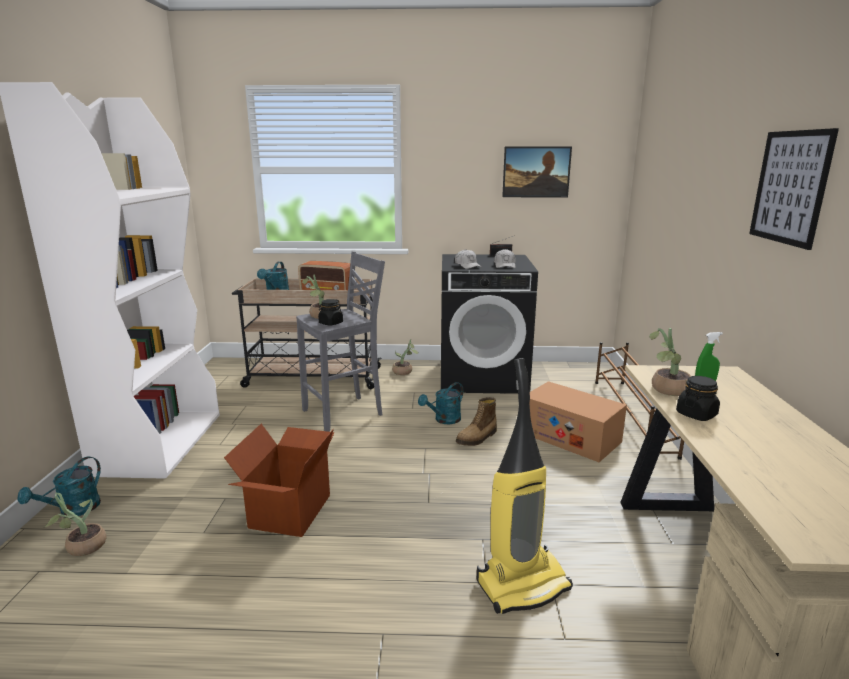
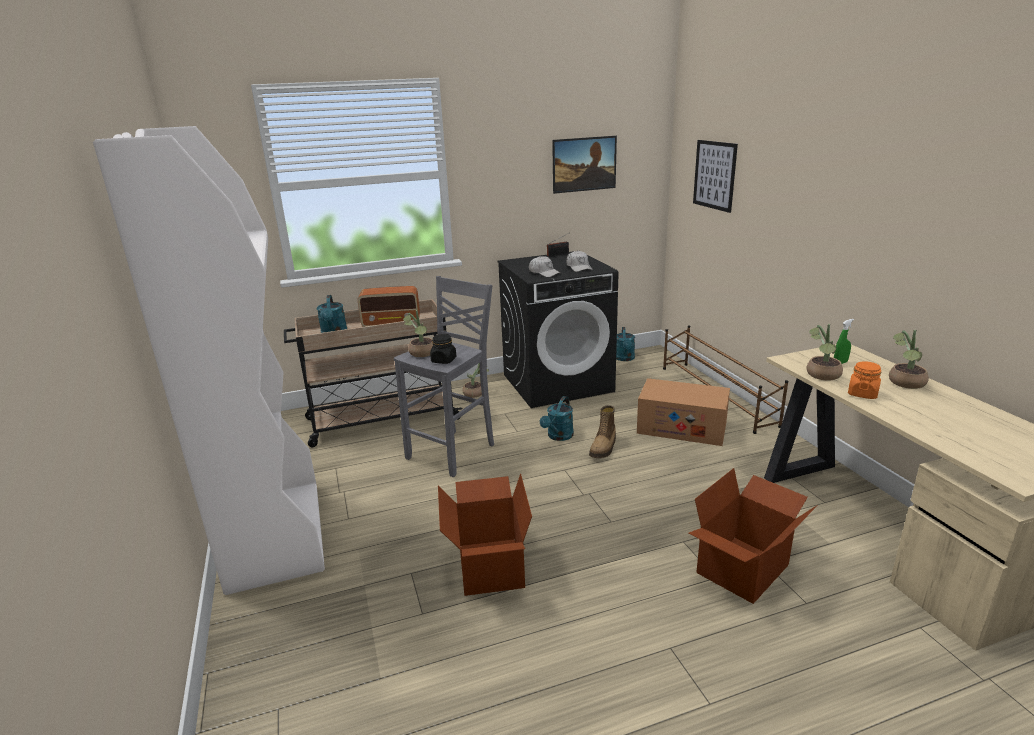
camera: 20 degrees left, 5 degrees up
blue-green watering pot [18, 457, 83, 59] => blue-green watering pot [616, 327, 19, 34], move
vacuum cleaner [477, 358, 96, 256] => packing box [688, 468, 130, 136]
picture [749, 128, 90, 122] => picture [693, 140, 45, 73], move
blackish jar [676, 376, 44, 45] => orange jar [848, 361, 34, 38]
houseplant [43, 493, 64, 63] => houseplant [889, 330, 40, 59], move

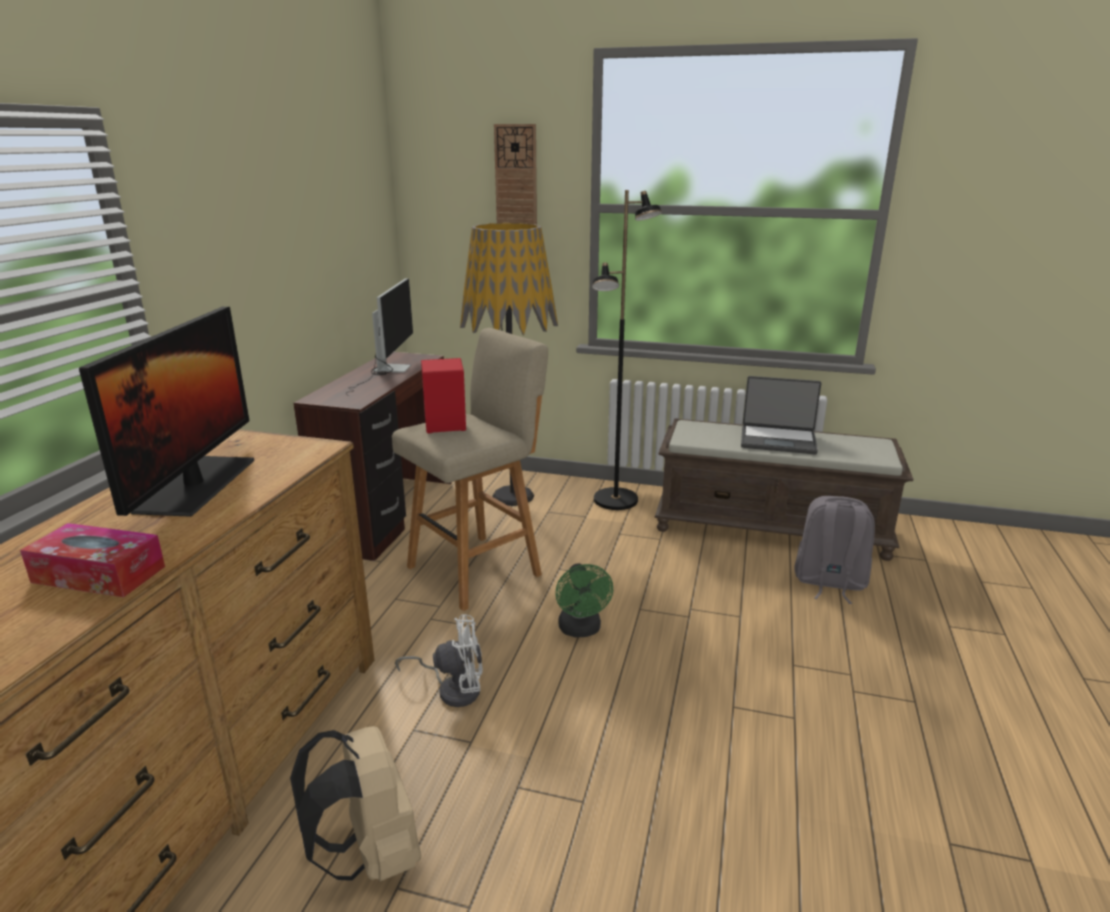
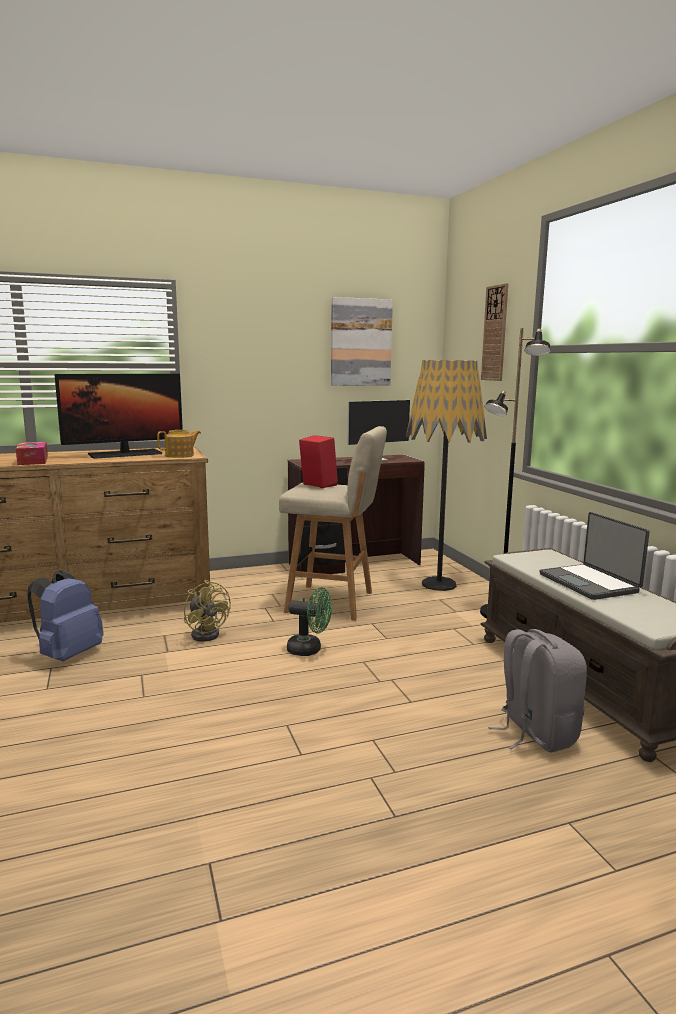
camera: 55 degrees right, 10 degrees down
beige-coloured backpack [290, 726, 131, 155] => blue-coloured backpack [27, 571, 77, 90]
nothing => pot for tea [157, 430, 44, 28]
whitish fan [395, 614, 88, 93] => yellowish fan [184, 580, 47, 62]
greenish fan [555, 563, 58, 74] => greenish fan [287, 587, 45, 69], 120 degrees counterclockwise
nothing => picture [331, 297, 62, 89]

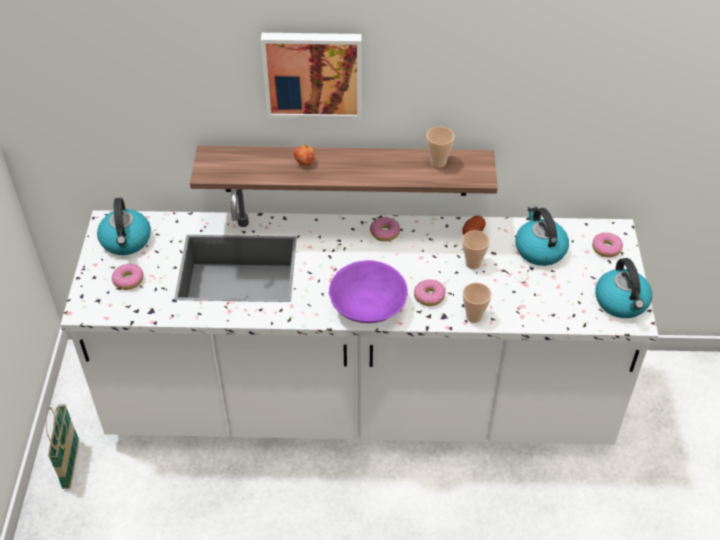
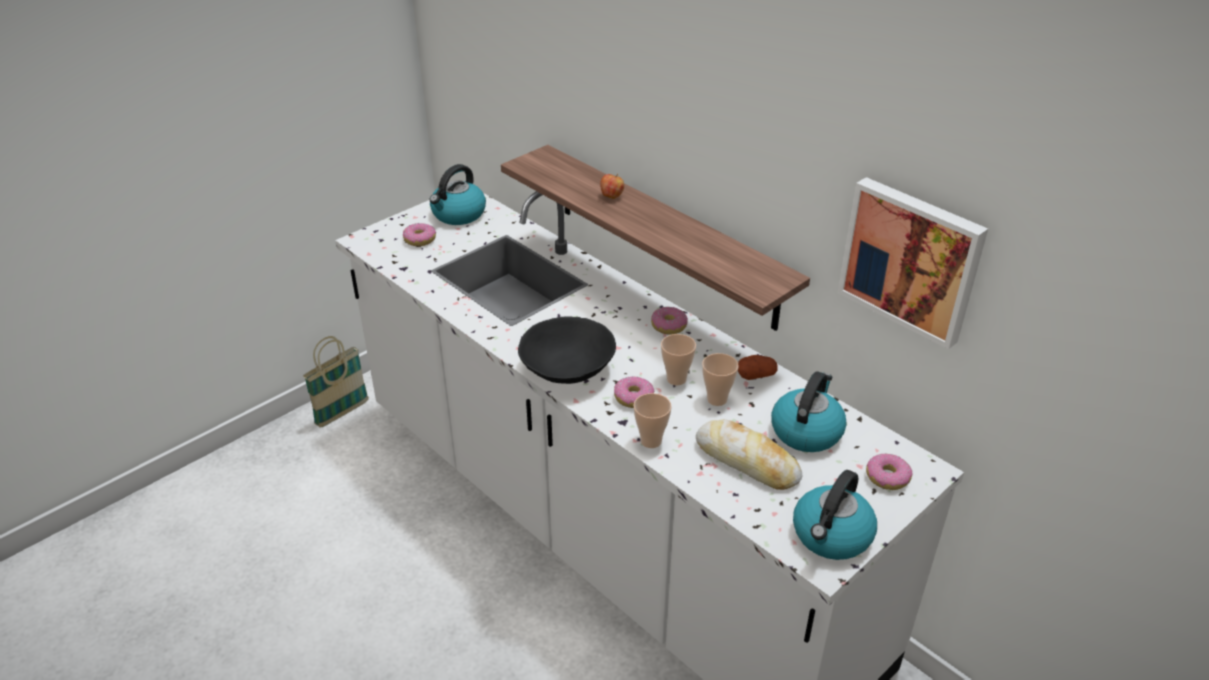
camera: 45 degrees right, 10 degrees down
purplish deep dish [329, 260, 79, 63] => blackish deep dish [518, 316, 98, 68]
drinking cup [426, 126, 29, 42] => drinking cup [661, 334, 35, 51], move
nothing => baked bread [696, 419, 106, 71]
picture [261, 33, 101, 86] => picture [838, 177, 150, 172], move

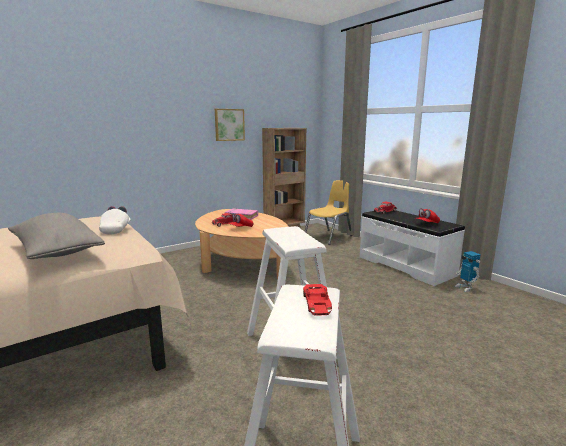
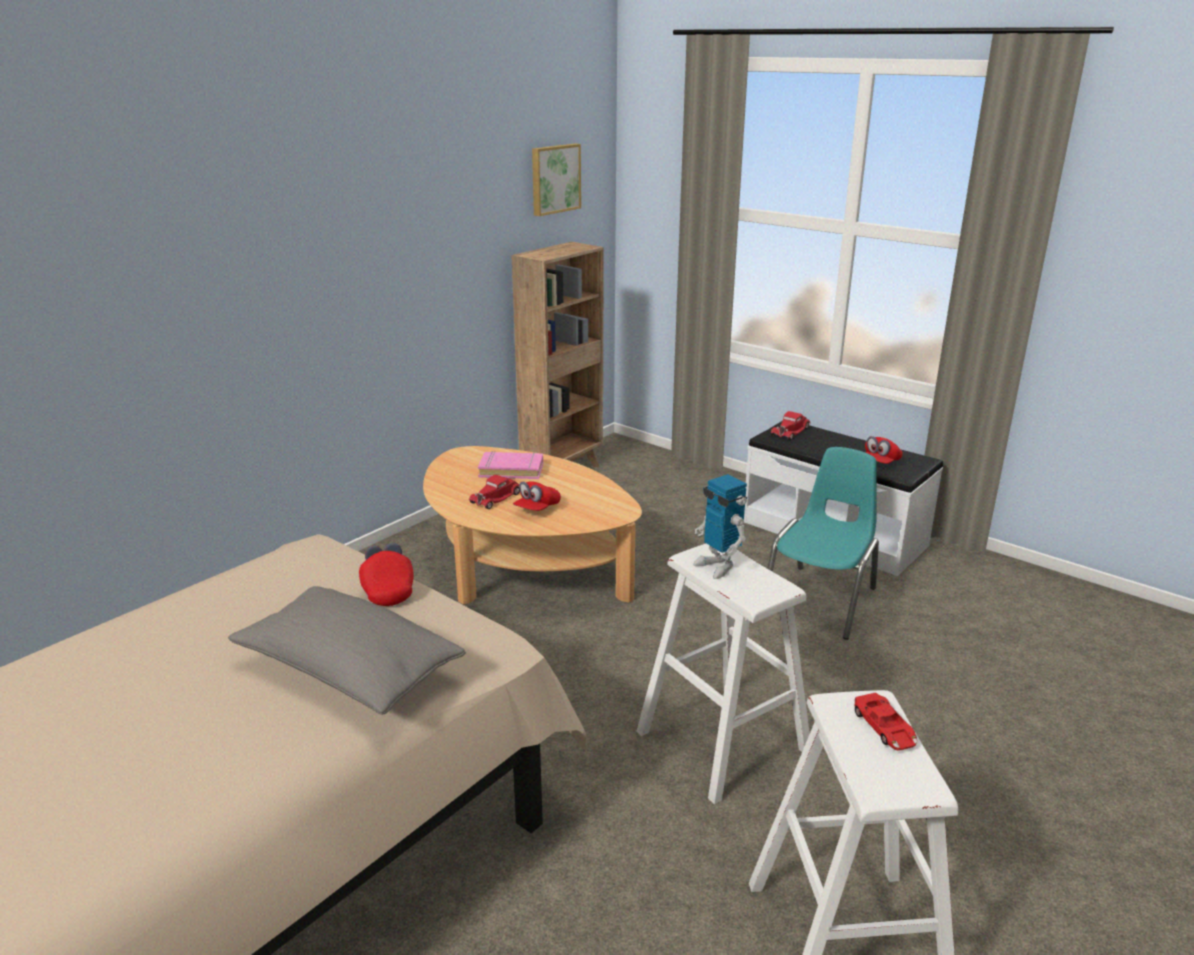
camera: 15 degrees left, 10 degrees up
whitish peaked cap [99, 206, 32, 29] => red peaked cap [359, 543, 55, 63]
picture [215, 109, 30, 32] => picture [532, 144, 49, 72], move
model robot [455, 251, 26, 41] => model robot [693, 474, 54, 105], move
nothing => blue-green chair [767, 447, 112, 193]
yellowish chair [304, 180, 48, 65] => nothing

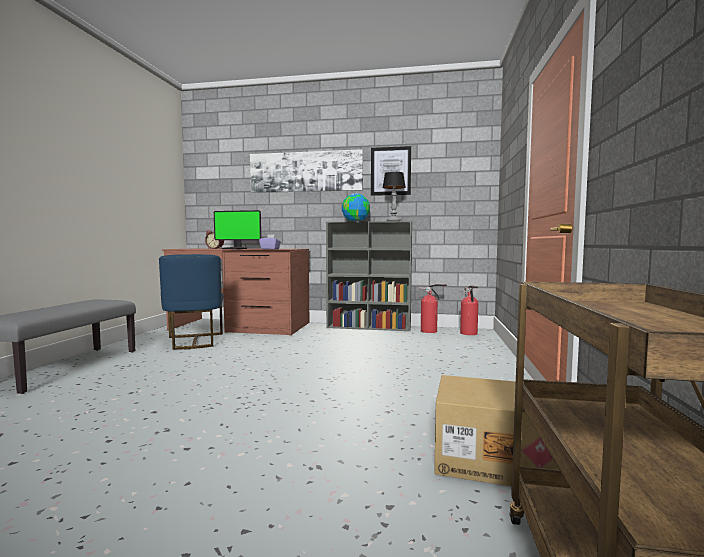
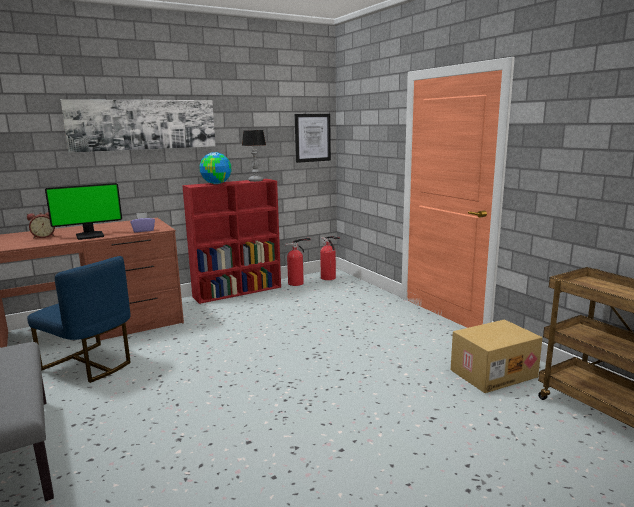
camera: 40 degrees left, 10 degrees up
gray shelving unit [326, 221, 86, 110] => red shelving unit [182, 179, 99, 125]
picture [371, 146, 40, 50] => picture [295, 114, 36, 49], move

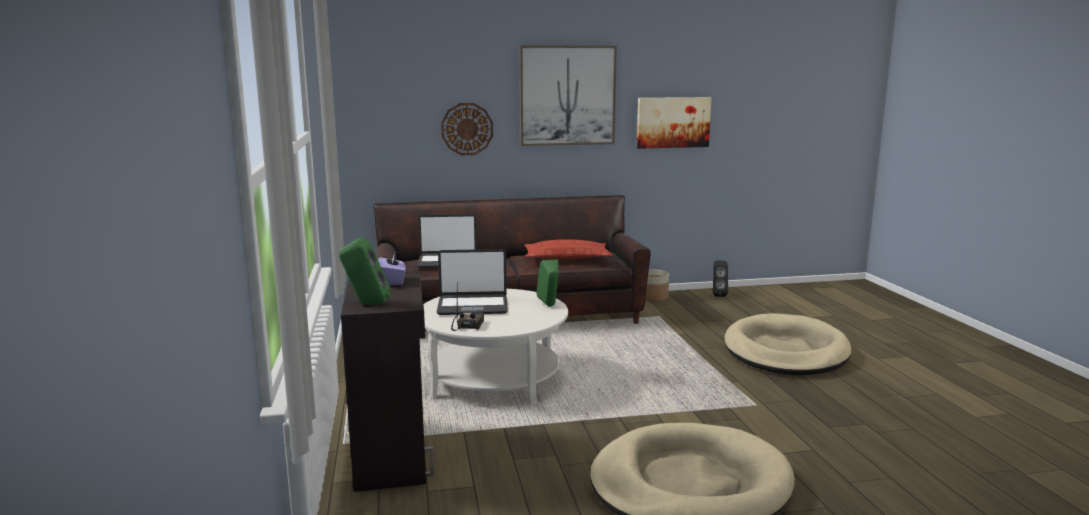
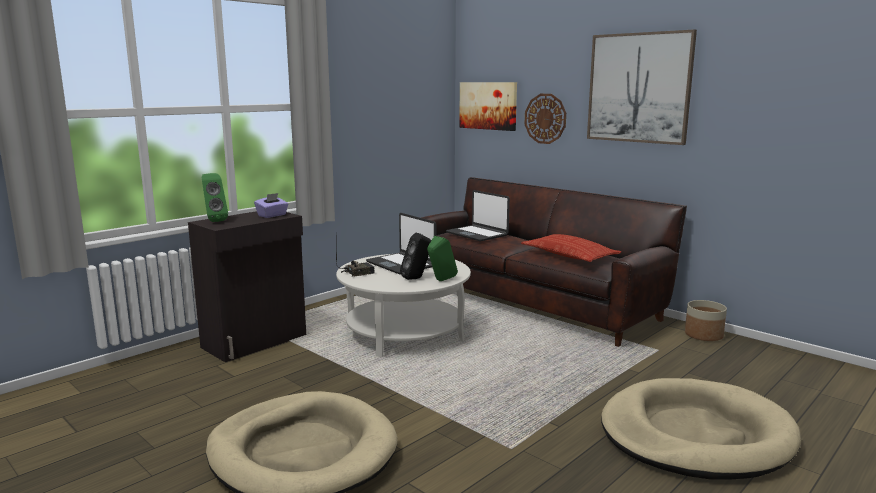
camera: 55 degrees right, 0 degrees up
blackish audio speaker [713, 260, 15, 37] => blackish audio speaker [400, 233, 31, 47], move
picture [637, 97, 75, 52] => picture [459, 82, 58, 49], move

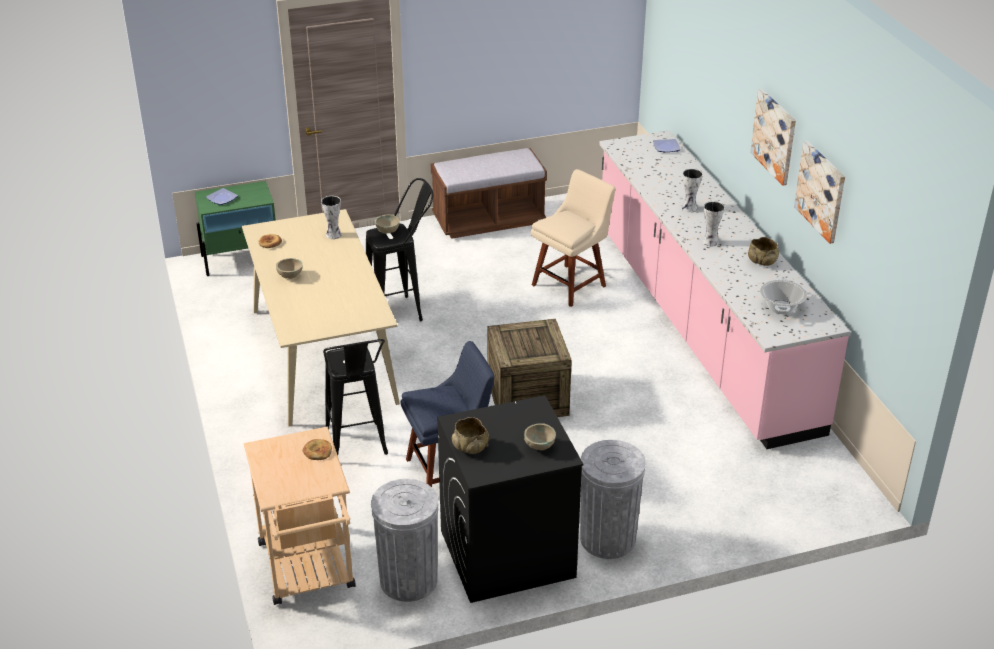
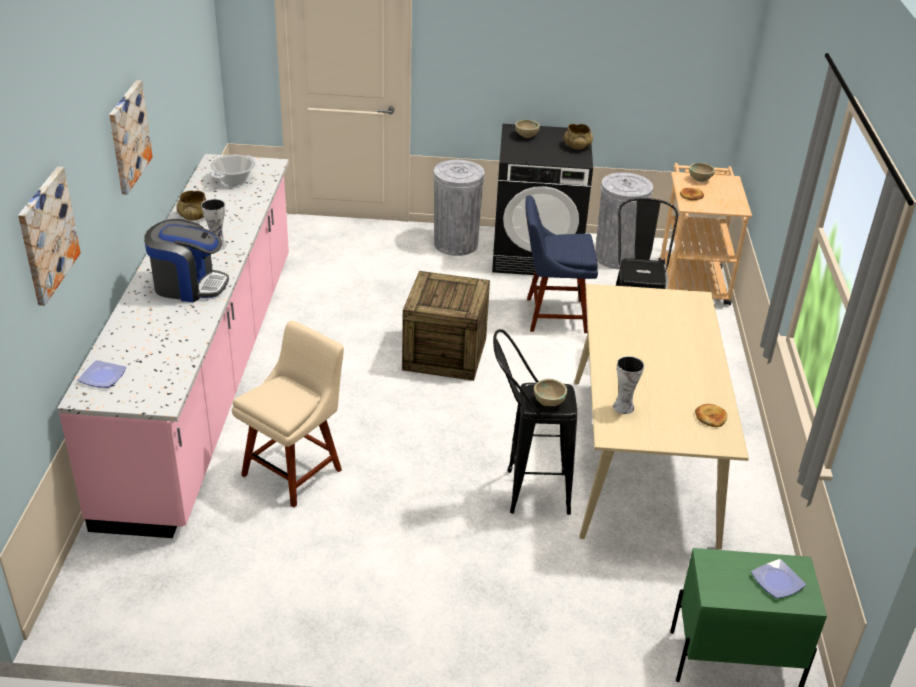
camera: 160 degrees left, 0 degrees up
picture [794, 141, 51, 103] => picture [18, 167, 62, 139], move
vase [682, 169, 21, 43] => coffee maker [144, 219, 85, 83]
beige-coloured chair [531, 169, 84, 138] => beige-coloured chair [232, 321, 112, 186], 150 degrees clockwise
beige-coloured deep dish [276, 258, 27, 21] => beige-coloured deep dish [689, 163, 26, 19], move
brownish long seat [431, 148, 116, 91] => nothing

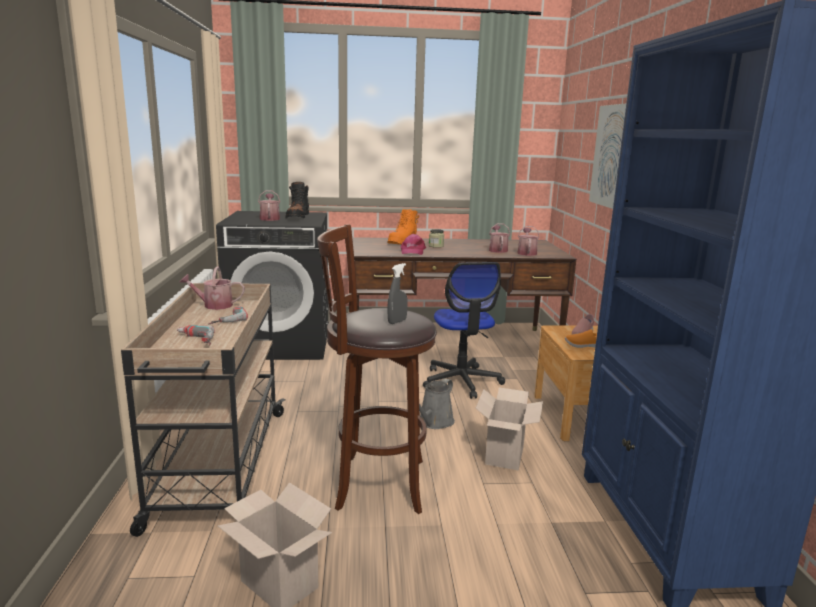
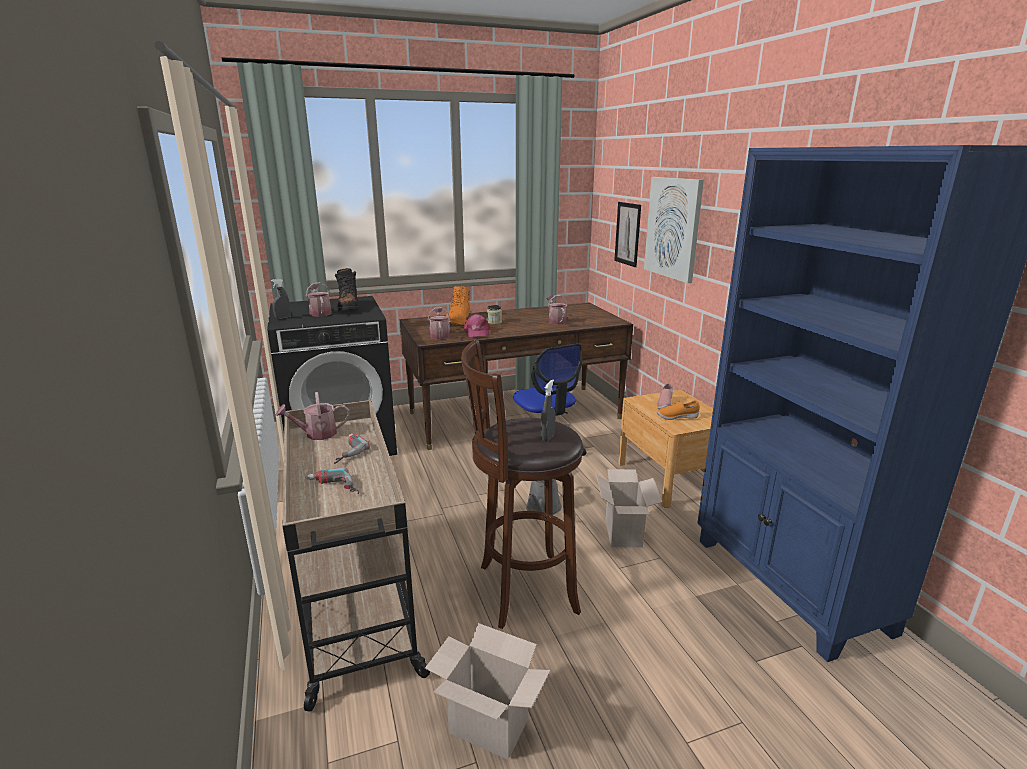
camera: 15 degrees left, 5 degrees up
nothing => gray sprayer [271, 279, 20, 40]
watering pot [518, 226, 22, 30] => watering pot [428, 307, 23, 33], move
nothing => picture [614, 202, 27, 65]

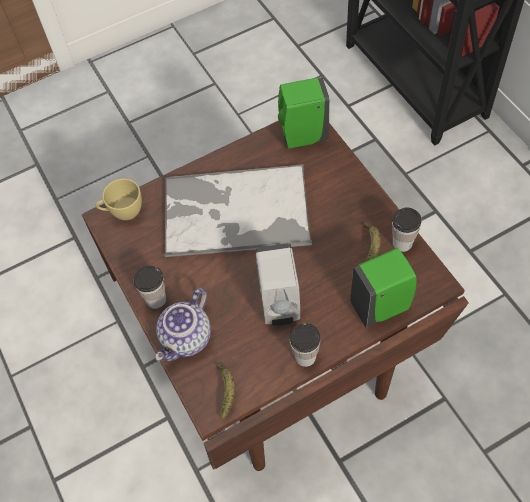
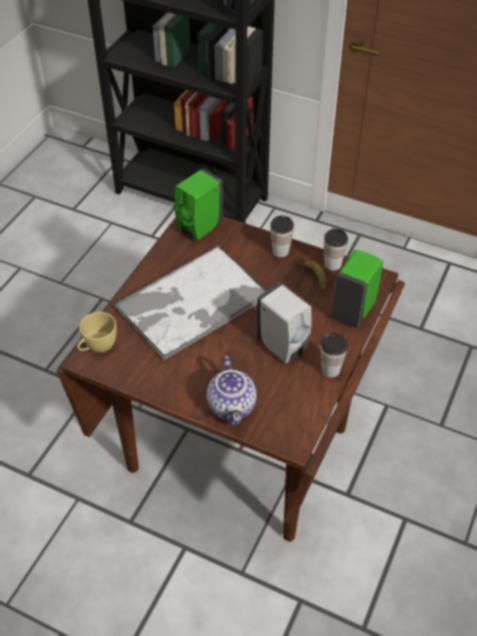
camera: 40 degrees left, 10 degrees down
drinking cup [133, 265, 33, 44] => drinking cup [270, 215, 24, 42], move
banana fruit [216, 364, 19, 55] => nothing

